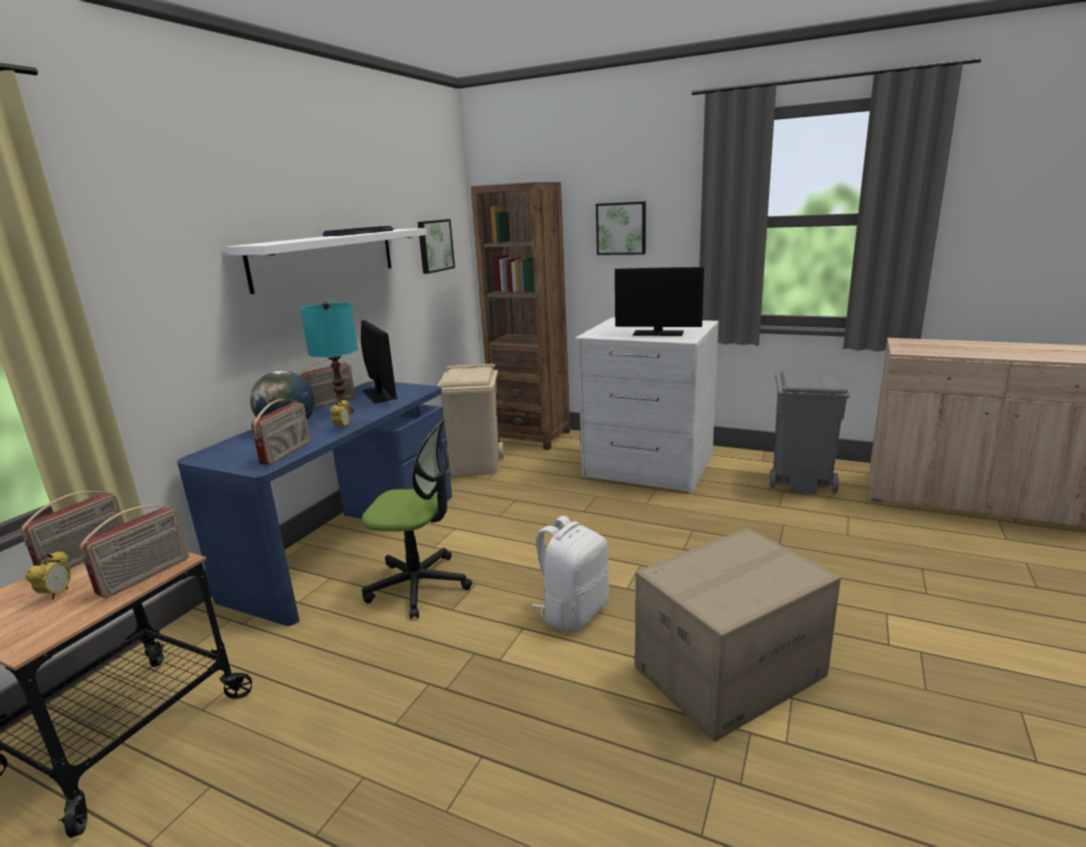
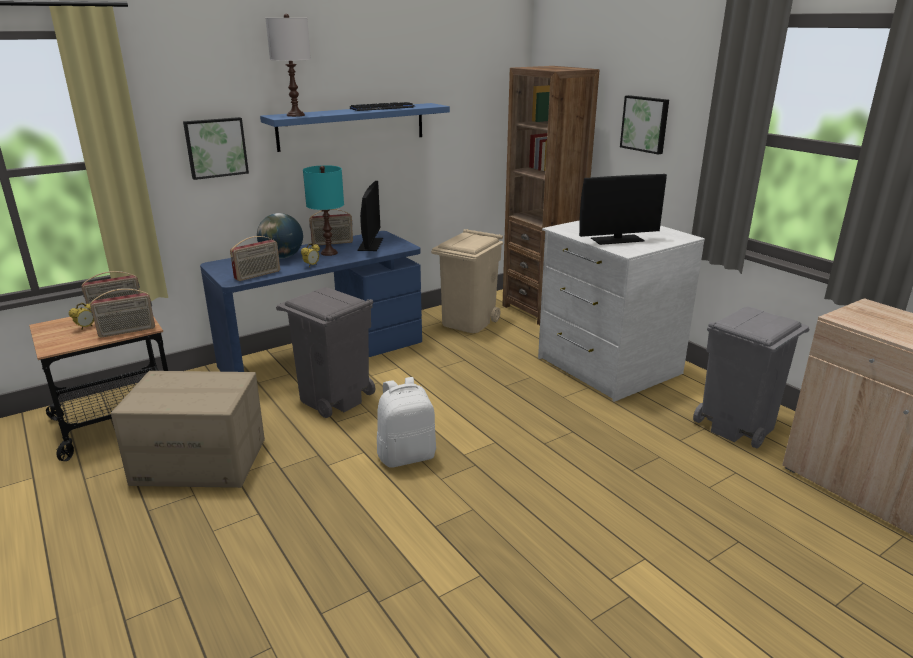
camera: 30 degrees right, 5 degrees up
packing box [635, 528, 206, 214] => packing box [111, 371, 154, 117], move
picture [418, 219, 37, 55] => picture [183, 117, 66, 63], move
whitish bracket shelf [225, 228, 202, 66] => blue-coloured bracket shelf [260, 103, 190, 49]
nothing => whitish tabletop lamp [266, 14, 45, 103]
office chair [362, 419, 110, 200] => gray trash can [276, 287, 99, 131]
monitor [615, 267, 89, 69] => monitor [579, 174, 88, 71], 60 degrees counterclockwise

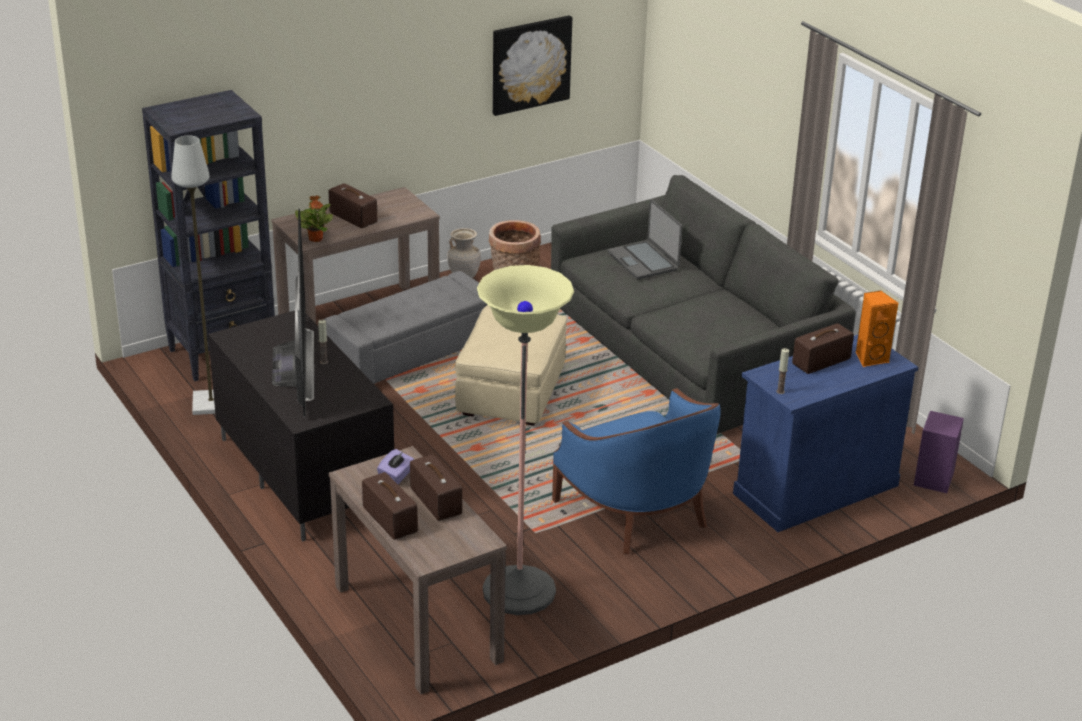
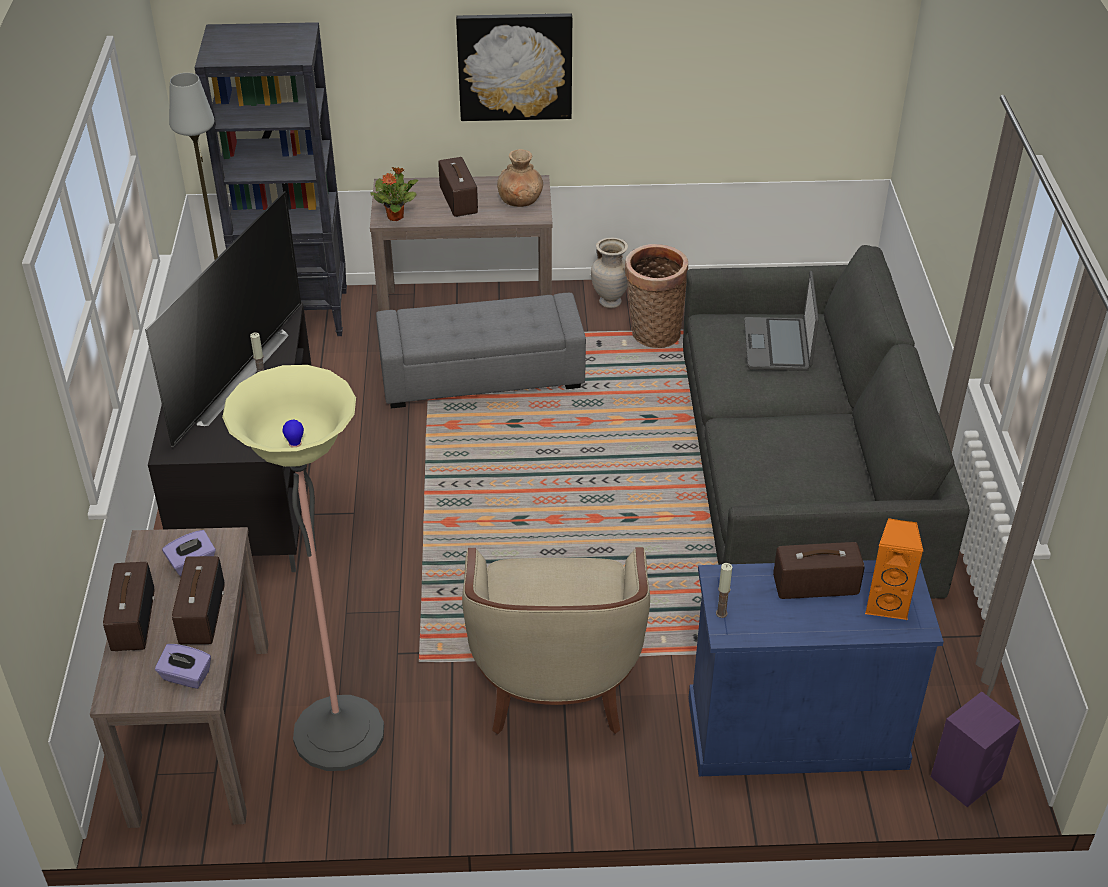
camera: 30 degrees right, 10 degrees up
nothing => purplish box of tissues [155, 644, 56, 45]
picture [493, 15, 79, 101] => picture [456, 13, 116, 108], move
blue-coloured lounge chair [552, 388, 169, 166] => beige-coloured lounge chair [462, 547, 188, 187]
nothing => brownish vase [497, 149, 46, 58]
beige-coloured footrest [455, 305, 112, 120] => nothing

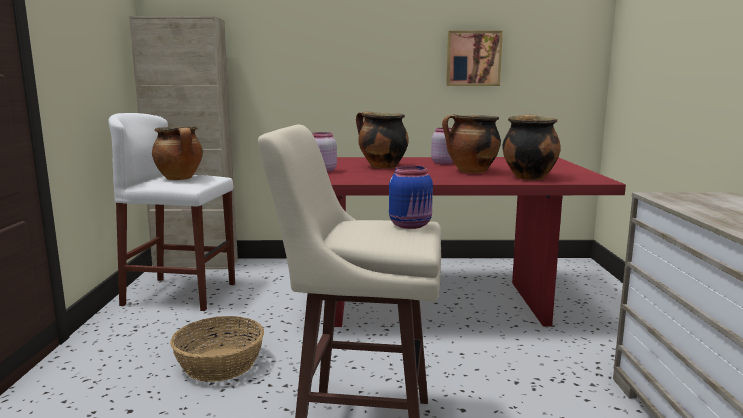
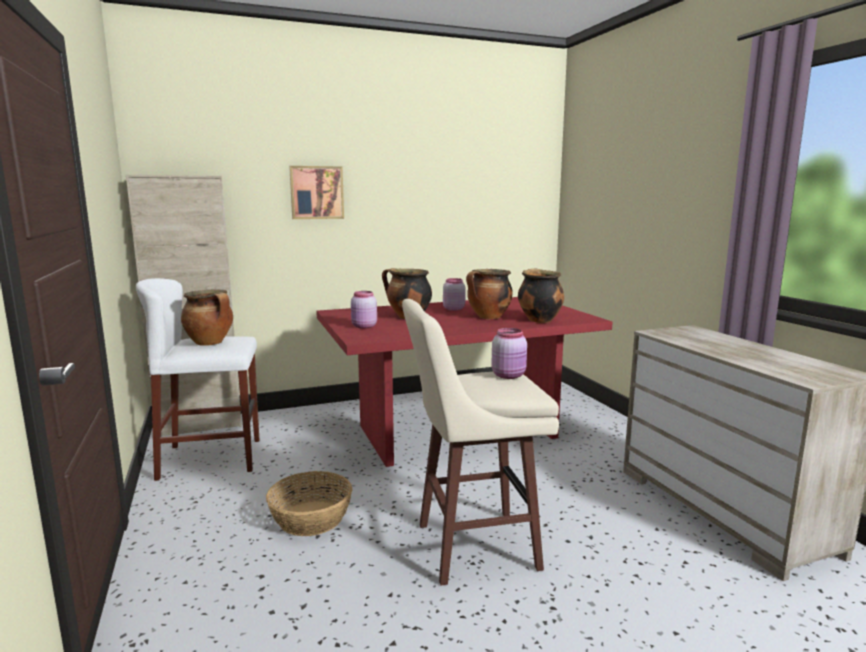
camera: 20 degrees left, 0 degrees up
picture [446, 31, 57, 55] => picture [289, 166, 55, 53], move
blue-coloured jar [389, 166, 44, 63] => pink-coloured jar [491, 328, 36, 51]

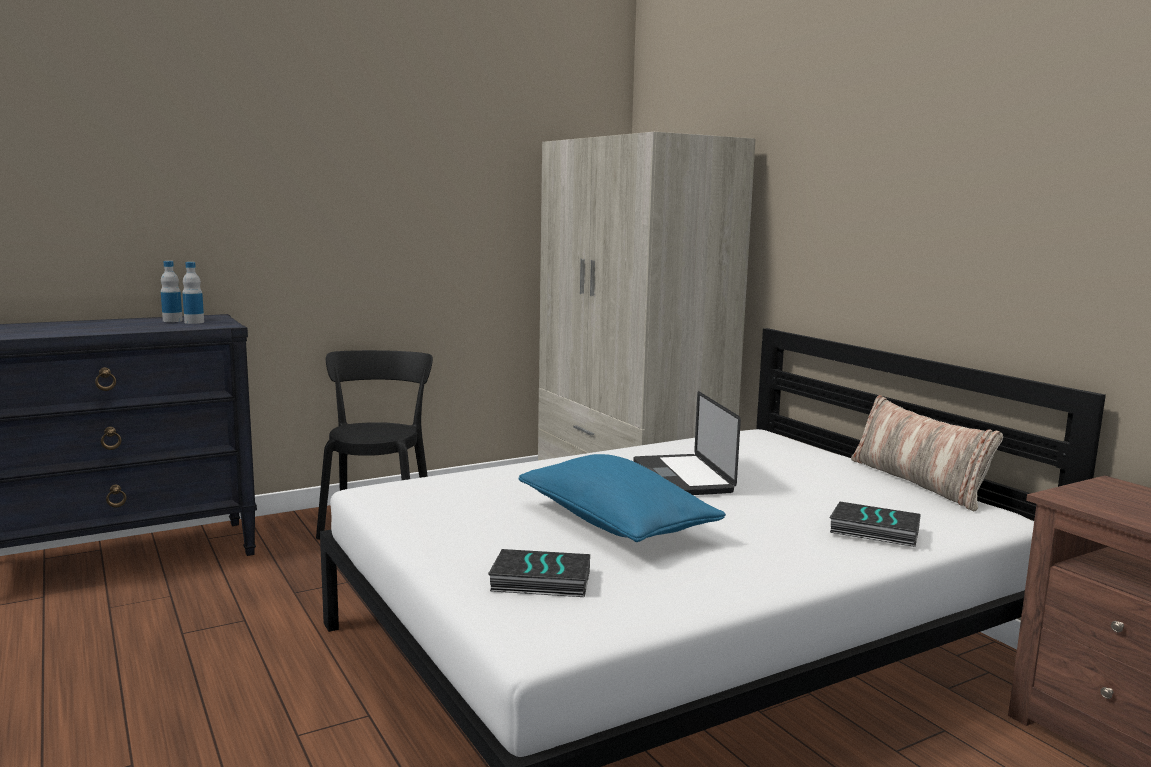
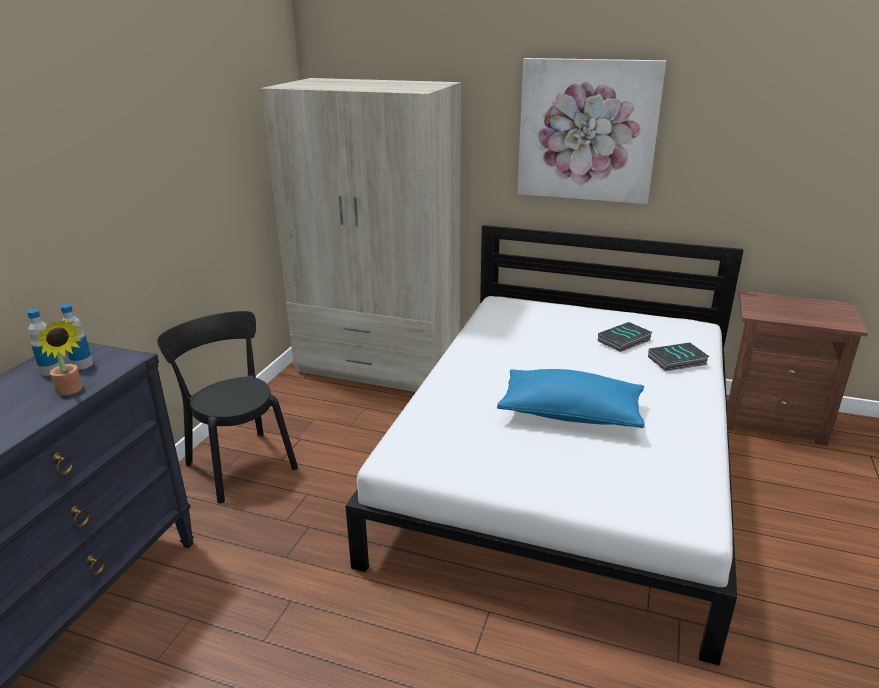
camera: 40 degrees left, 15 degrees up
nothing => houseplant [36, 320, 47, 76]
nothing => picture [517, 58, 149, 146]
book [488, 549, 102, 48] => book [598, 322, 54, 30], move
laptop [633, 391, 108, 104] => nothing
throw pillow [851, 395, 152, 116] => nothing

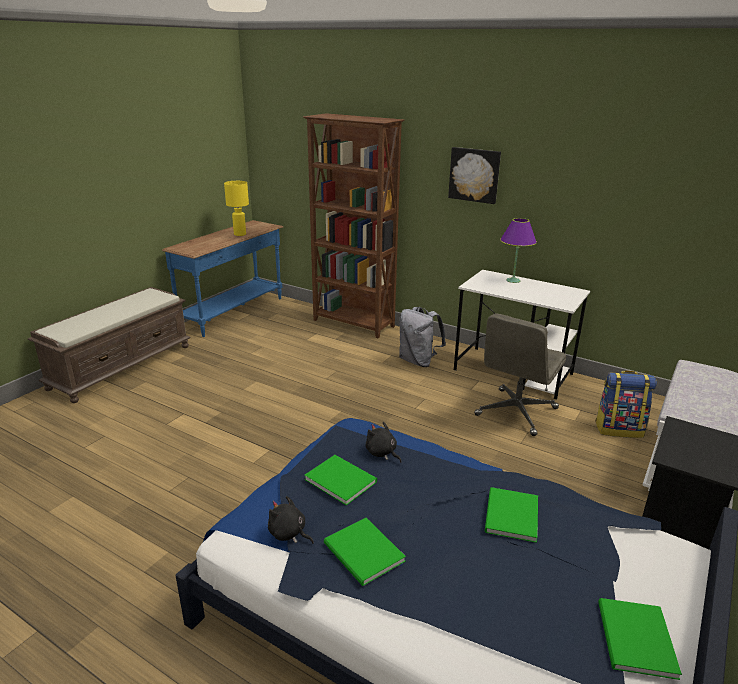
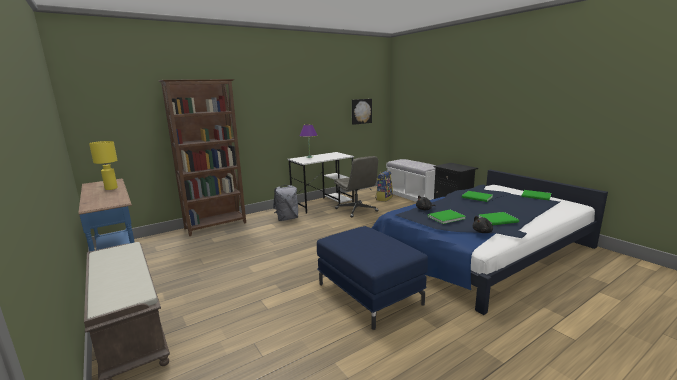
camera: 65 degrees left, 10 degrees down
nothing => blue-coloured footrest [317, 226, 111, 104]
picture [448, 147, 53, 57] => picture [352, 99, 20, 26], move

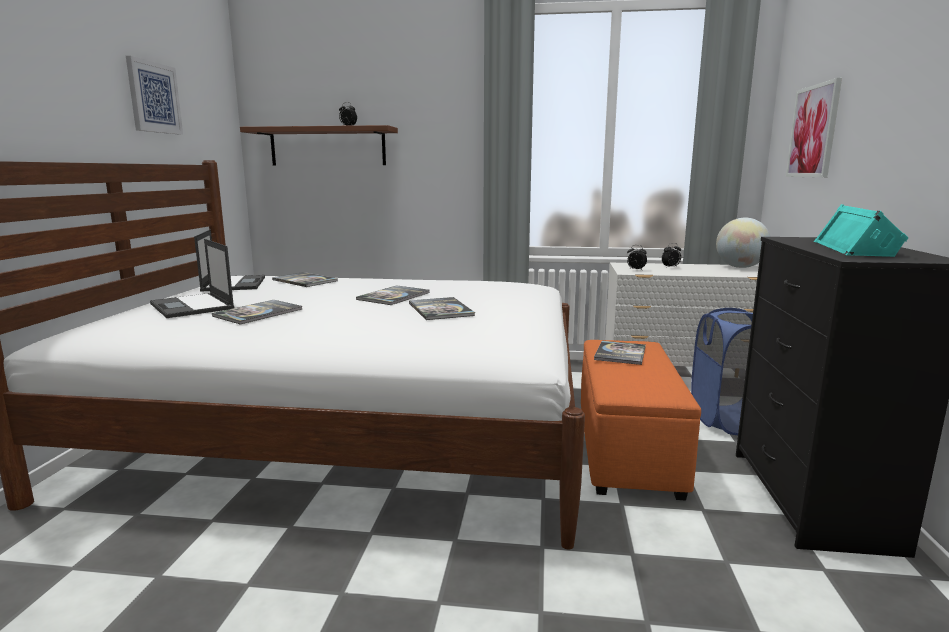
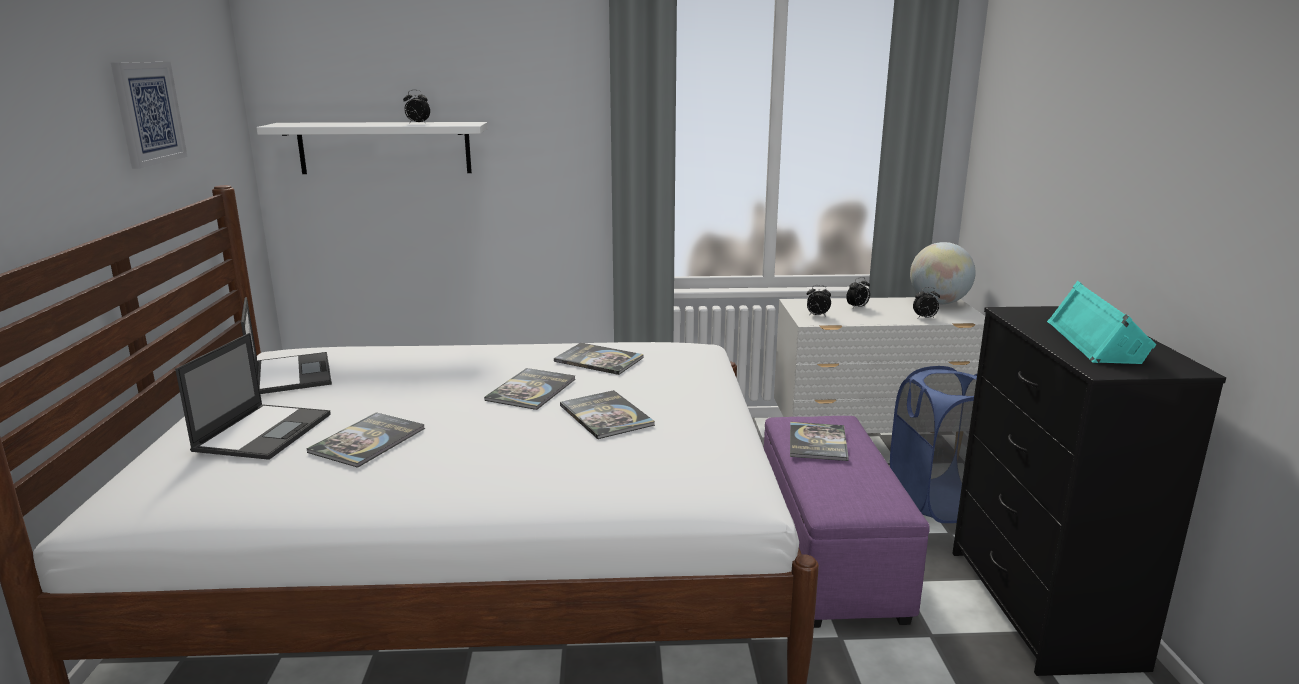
camera: 10 degrees left, 5 degrees up
laptop [150, 239, 85, 79] => laptop [175, 333, 156, 127], 120 degrees counterclockwise
brownish bracket shelf [240, 125, 158, 40] => whitish bracket shelf [256, 122, 232, 52]
book [272, 272, 66, 15] => book [554, 343, 90, 32], move
orange footrest [581, 340, 120, 161] => purplish footrest [764, 416, 166, 212]
nothing => alarm clock [913, 287, 27, 31]
picture [786, 78, 56, 100] => nothing

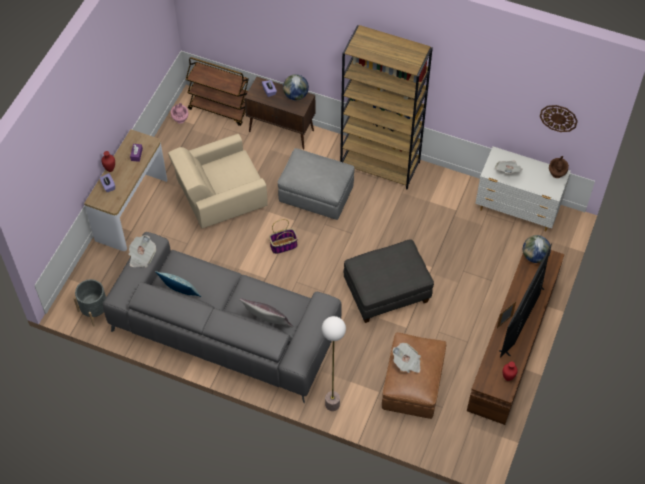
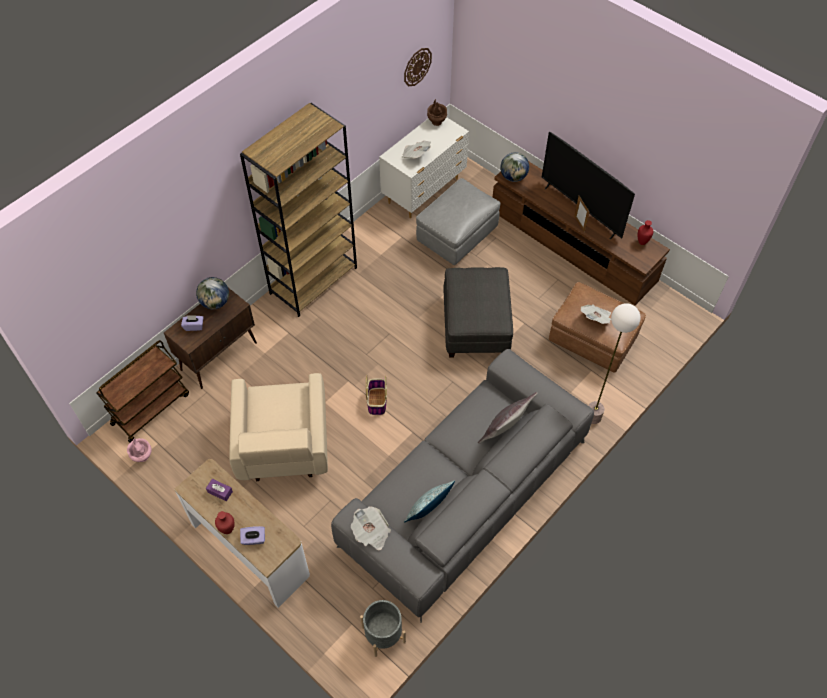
camera: 70 degrees left, 0 degrees up
gray footrest [278, 148, 76, 72] => gray footrest [416, 178, 84, 87], move

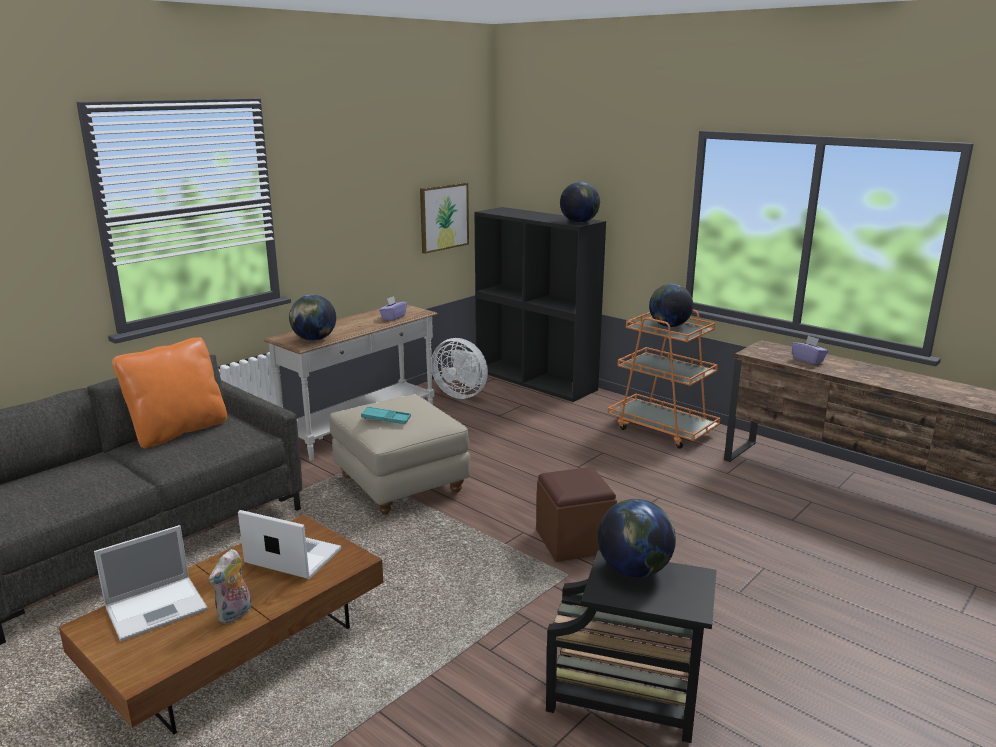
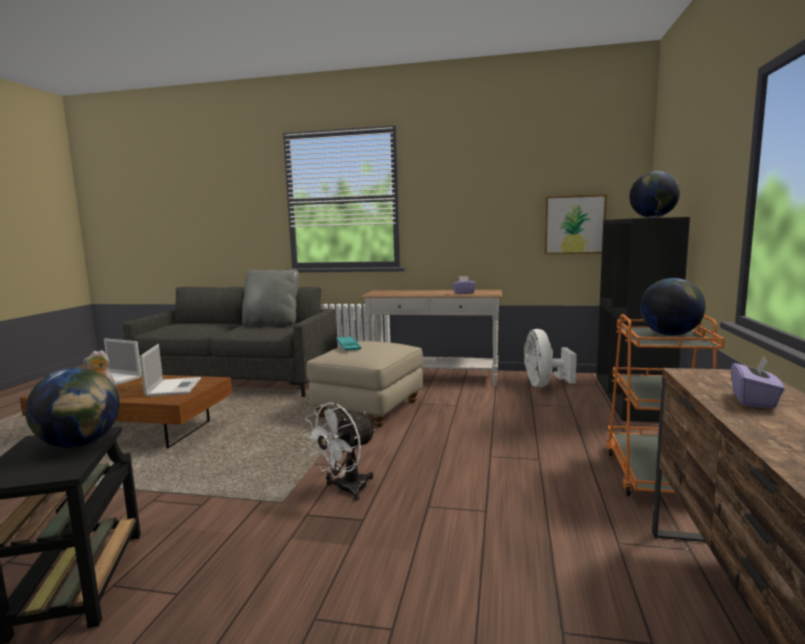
camera: 60 degrees right, 10 degrees down
orange throw pillow [112, 337, 115, 112] => gray throw pillow [242, 269, 57, 57]
brownish footrest [536, 467, 81, 95] => whitish fan [304, 402, 72, 98]
desk globe [289, 295, 47, 46] => nothing

